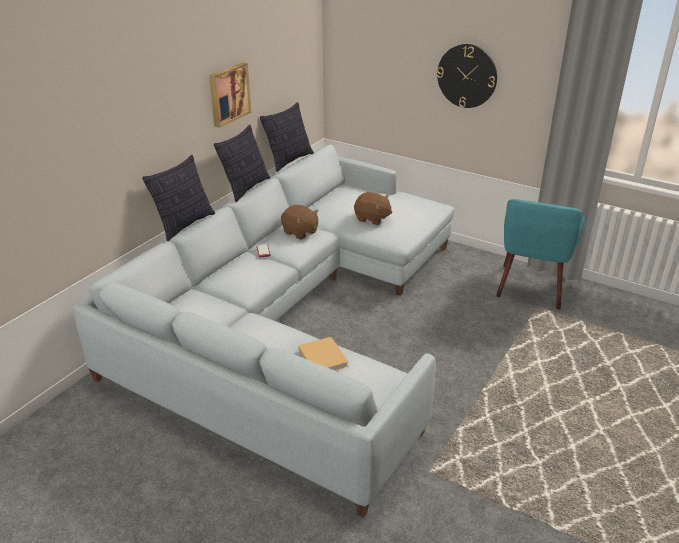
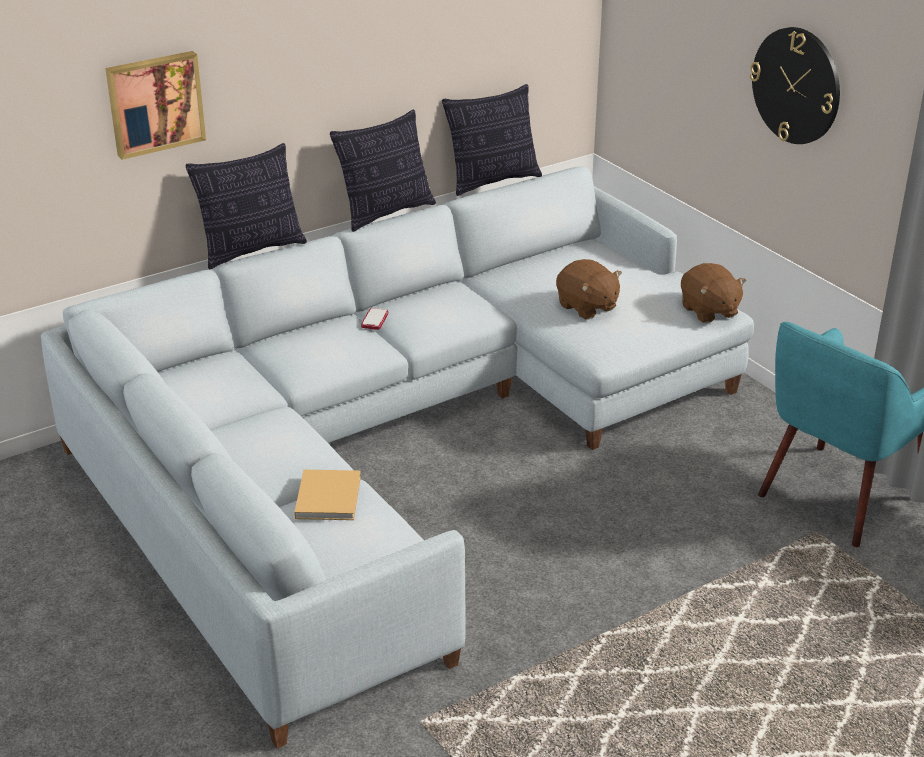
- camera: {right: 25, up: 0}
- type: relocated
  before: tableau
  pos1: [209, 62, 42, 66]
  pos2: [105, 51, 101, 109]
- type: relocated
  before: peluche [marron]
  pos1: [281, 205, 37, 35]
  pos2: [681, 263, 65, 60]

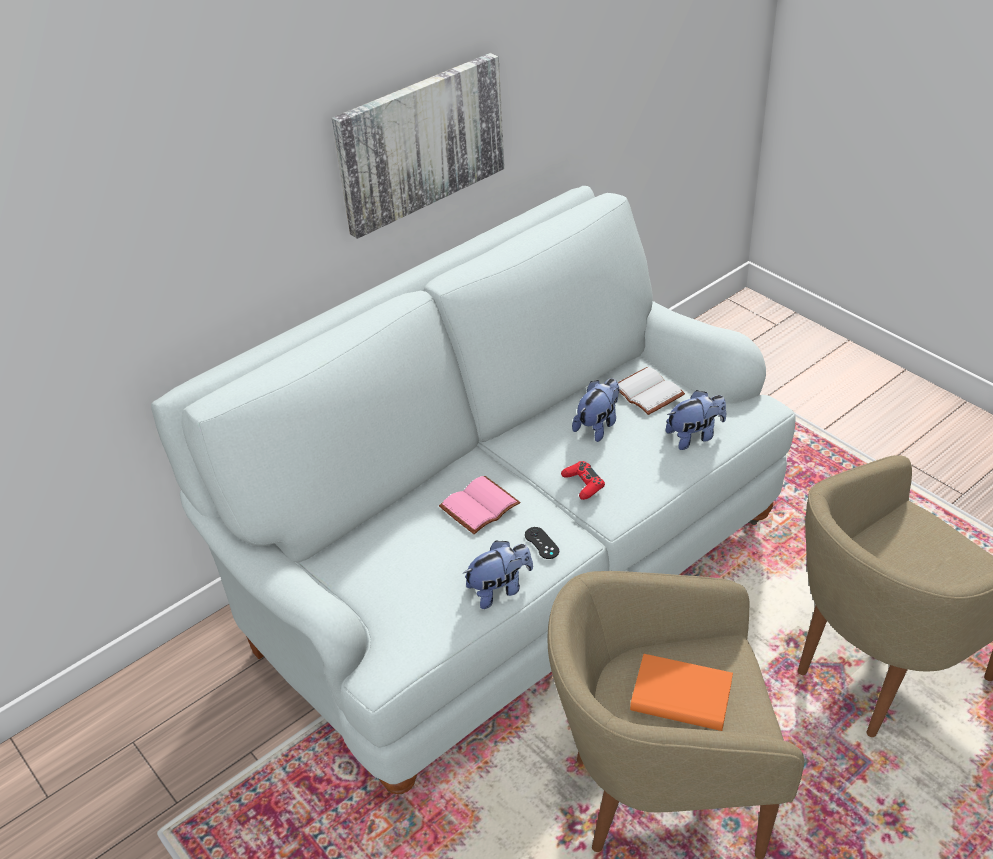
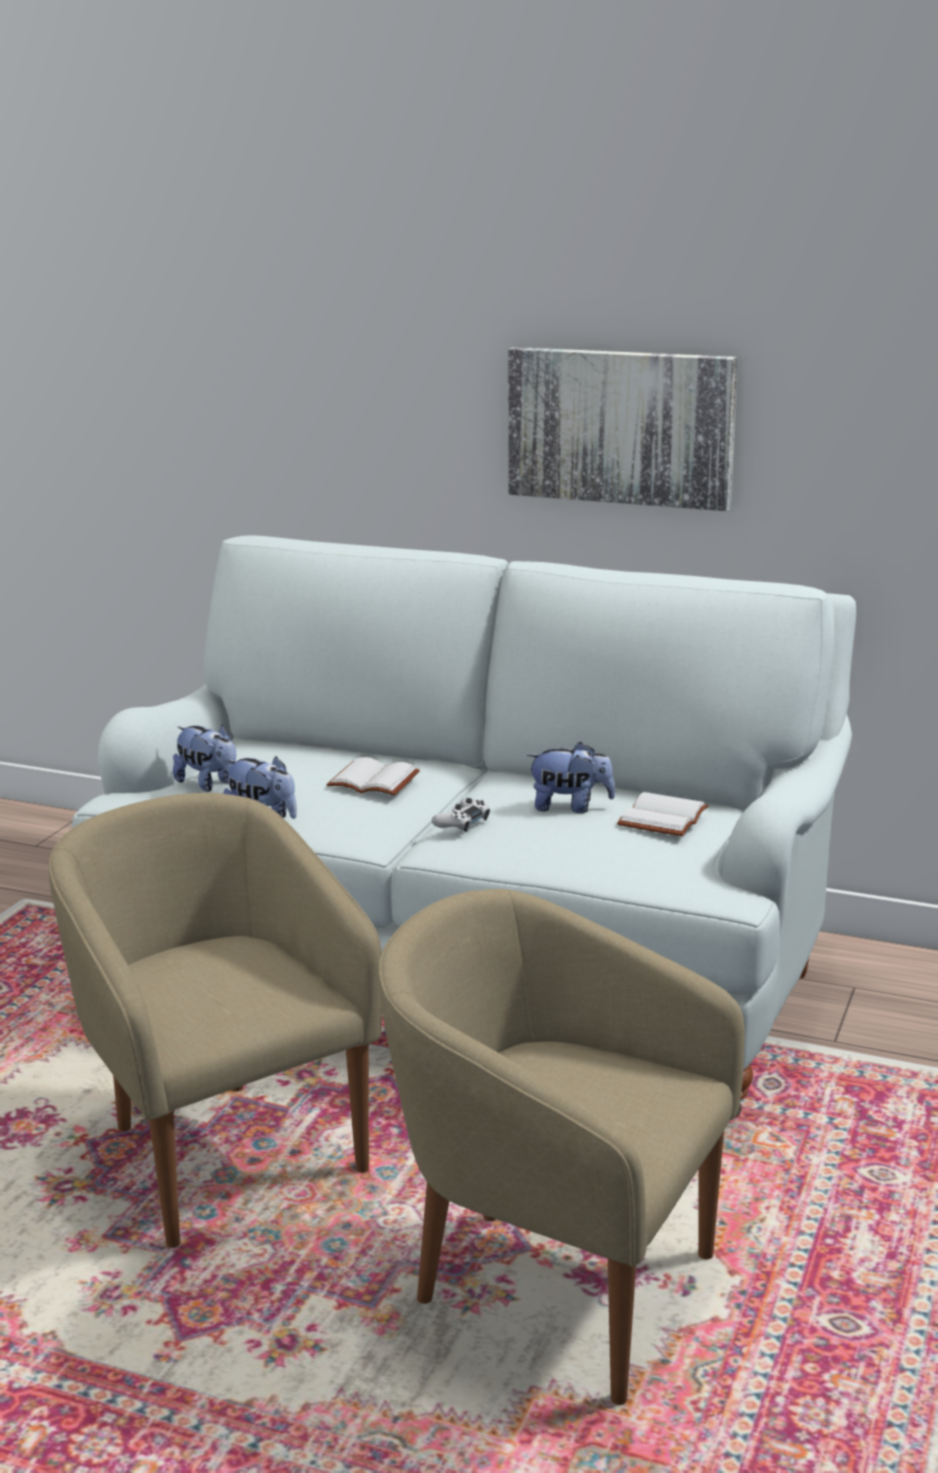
- camera: {right: 60, up: -20}
- type: colour
  before: livre [rose]
  after: livre [blanc]
  pos1: [439, 476, 82, 58]
  pos2: [326, 757, 94, 39]
- type: missing
  before: manette [noir]
  pos1: [525, 527, 34, 32]
- type: colour
  before: manette [rouge]
  after: manette [blanc]
  pos1: [561, 461, 44, 39]
  pos2: [432, 798, 58, 34]
- type: missing
  before: livre [orange]
  pos1: [630, 654, 103, 77]
- type: relocated
  before: peluche
  pos1: [666, 390, 60, 60]
  pos2: [173, 725, 63, 67]

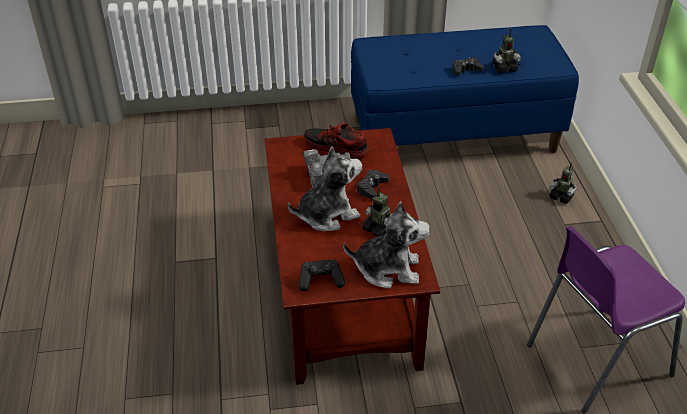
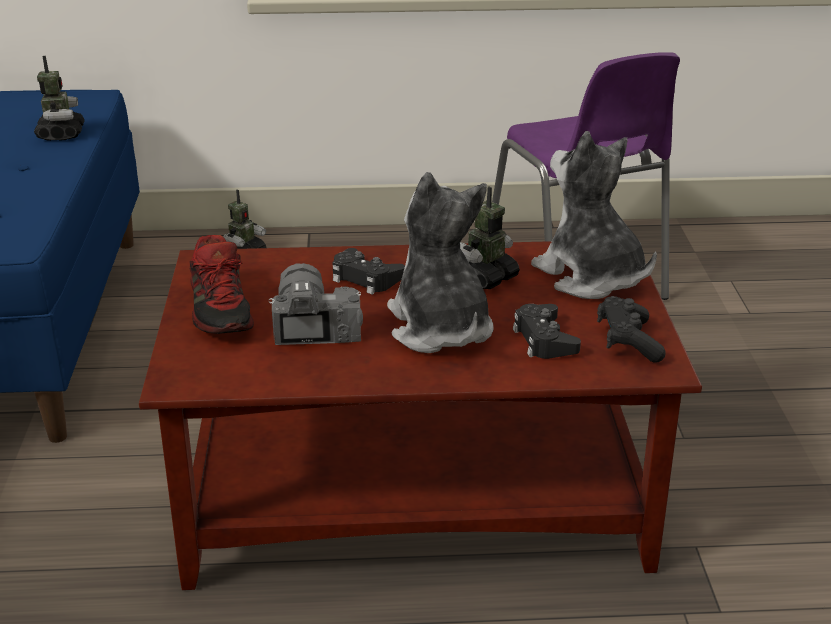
- camera: {right: -85, up: -10}
- type: spun
  before: chaussure
  pos1: [304, 123, 65, 36]
  pos2: [189, 235, 65, 99]
  turn: -45
- type: spun
  before: peluche
  pos1: [343, 201, 87, 88]
  pos2: [531, 131, 126, 168]
  turn: -45
- type: relocated
  before: manette [noir]
  pos1: [452, 57, 32, 19]
  pos2: [513, 304, 68, 55]

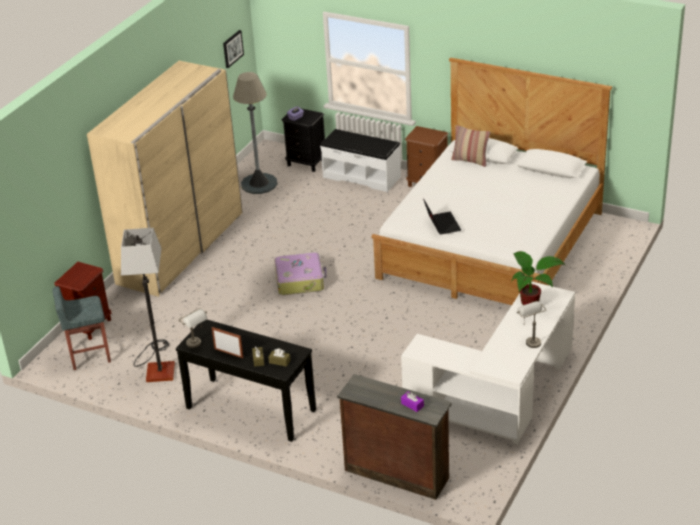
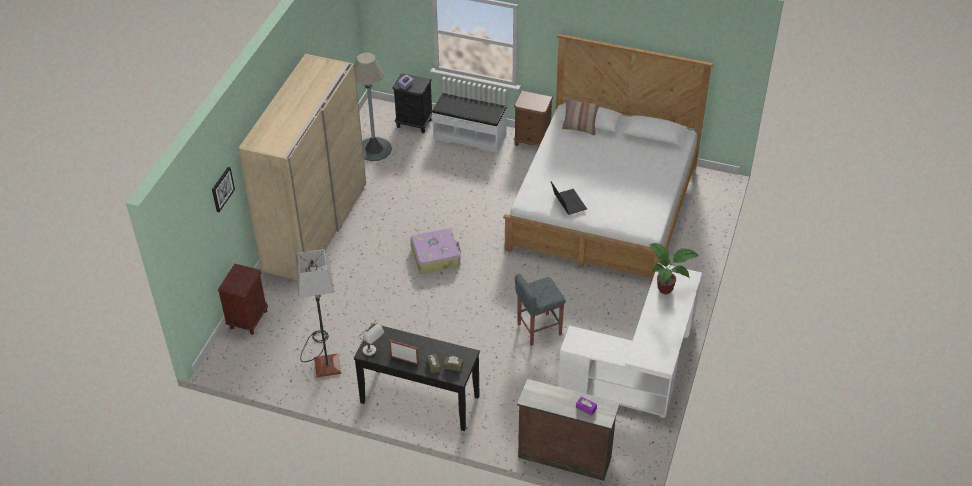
- camera: {right: -10, up: 10}
- type: relocated
  before: tabouret [gris]
  pos1: [52, 286, 59, 84]
  pos2: [515, 274, 51, 72]
- type: relocated
  before: tableau
  pos1: [223, 30, 21, 38]
  pos2: [212, 167, 23, 45]
- type: missing
  before: lampe de table [gris]
  pos1: [517, 301, 29, 47]

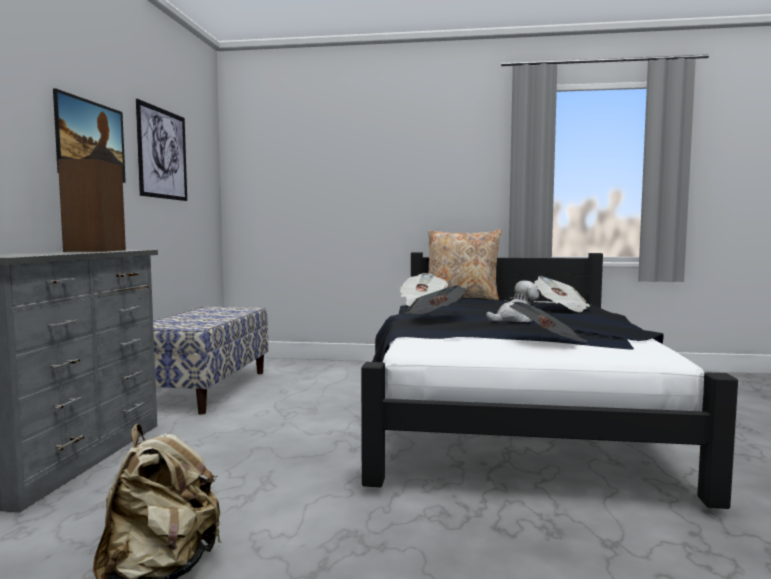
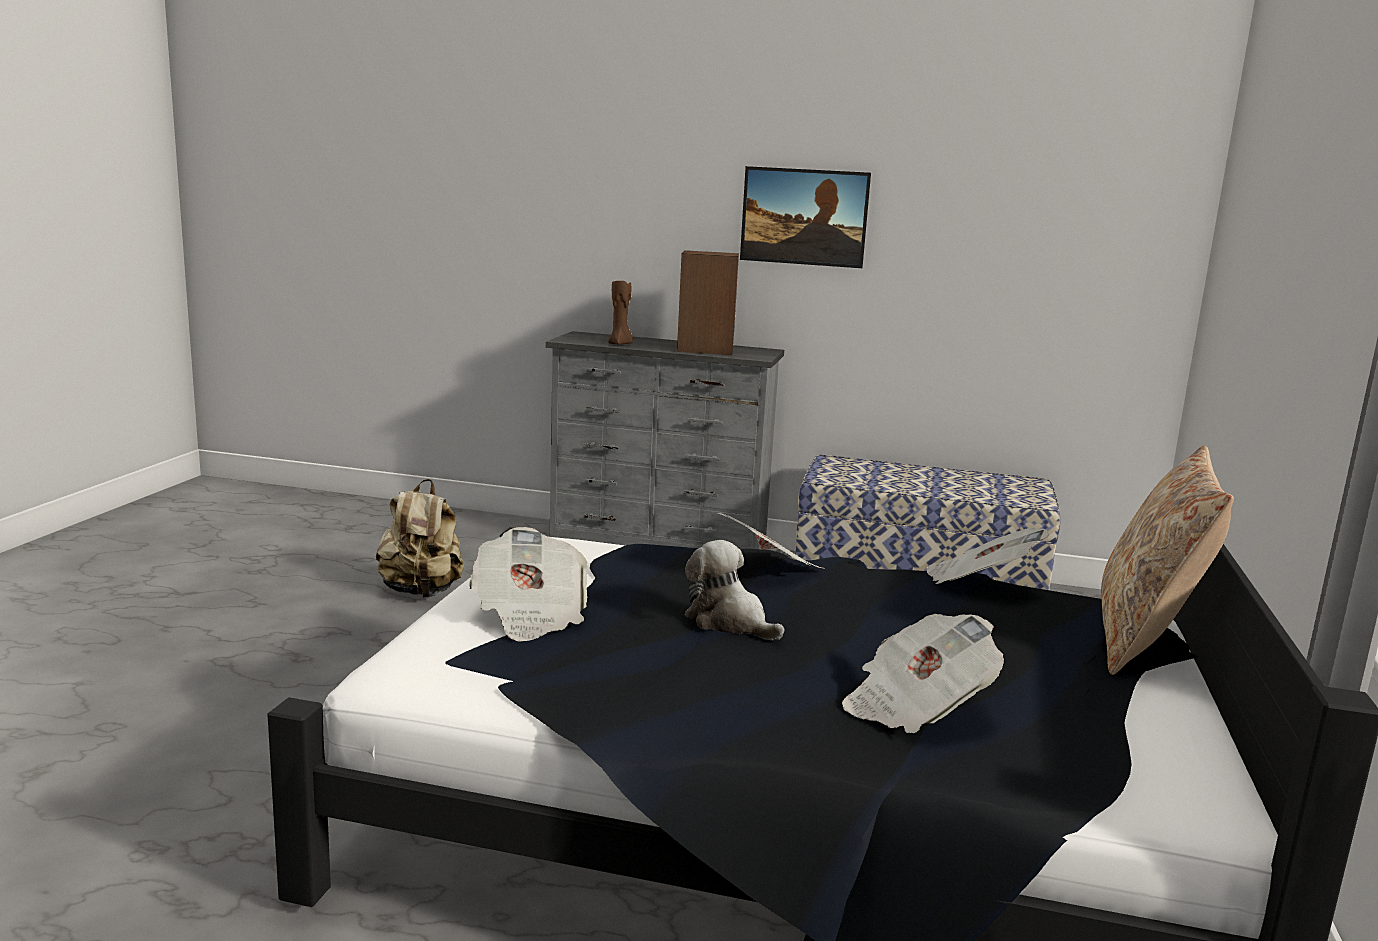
- camera: {right: 95, up: 10}
- type: missing
  before: tableau
  pos1: [136, 99, 51, 102]
- type: spun
  before: peluche
  pos1: [486, 281, 53, 41]
  pos2: [685, 540, 99, 100]
  turn: 150
- type: appeared
  after: bougie [marron]
  pos2: [608, 281, 25, 64]

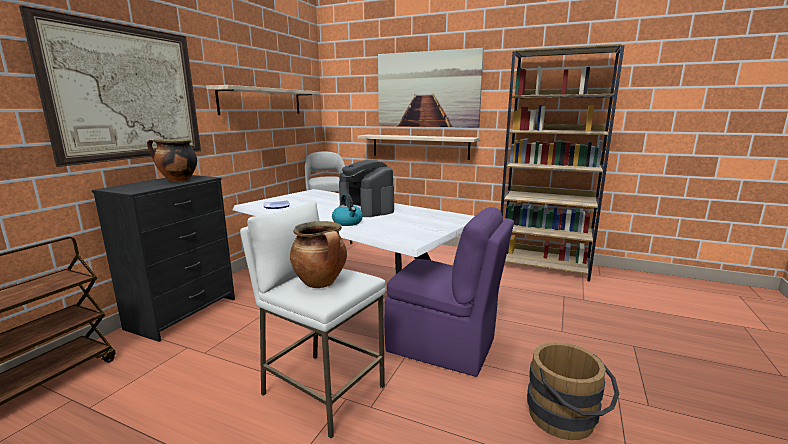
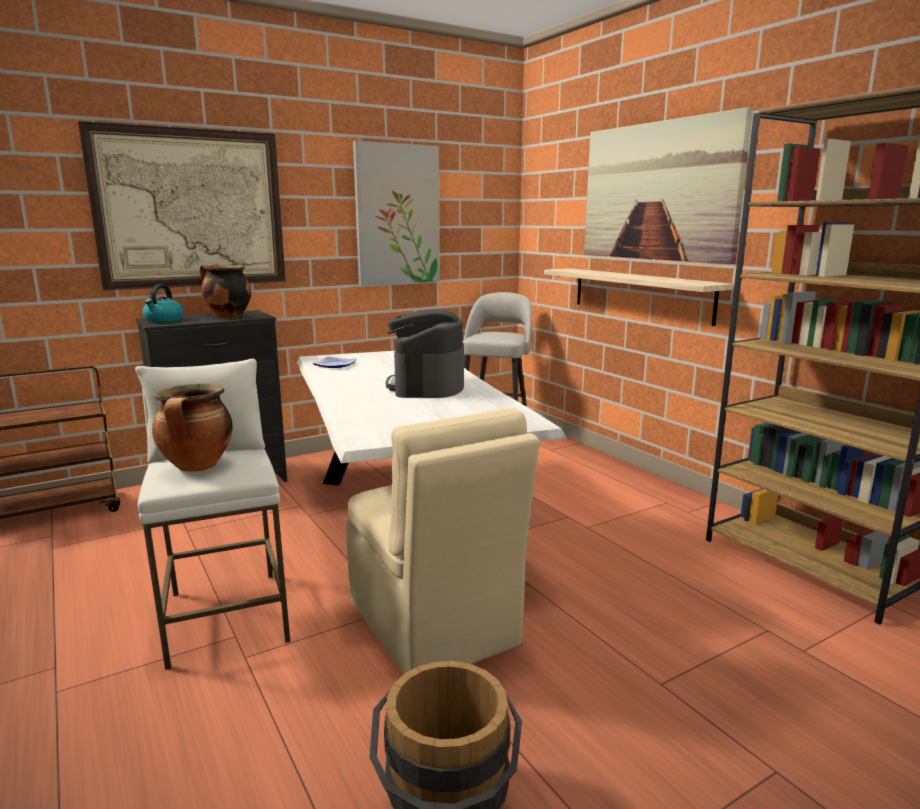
- camera: {right: 35, up: 0}
- type: exchanged
  before: étagère
  after: tableau
  pos1: [206, 85, 114, 30]
  pos2: [353, 141, 87, 145]
- type: relocated
  before: bouilloire
  pos1: [332, 194, 31, 32]
  pos2: [142, 284, 41, 39]
- type: colour
  before: chaise [violet]
  after: chaise [beige]
  pos1: [384, 207, 130, 170]
  pos2: [346, 408, 194, 266]

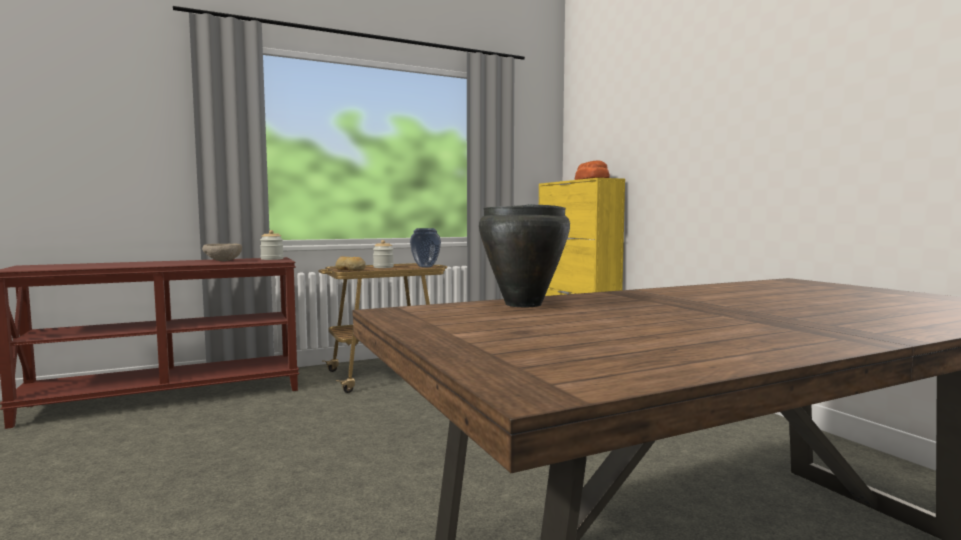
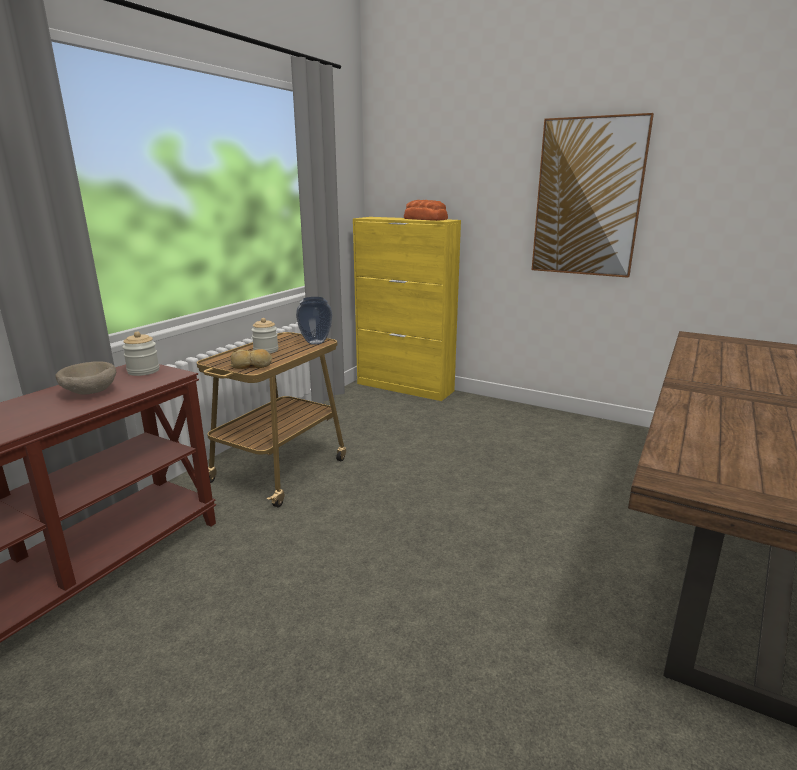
- camera: {right: -35, up: 15}
- type: missing
  before: marmite [noir]
  pos1: [479, 204, 91, 103]
- type: appeared
  after: tableau
  pos2: [532, 113, 122, 165]

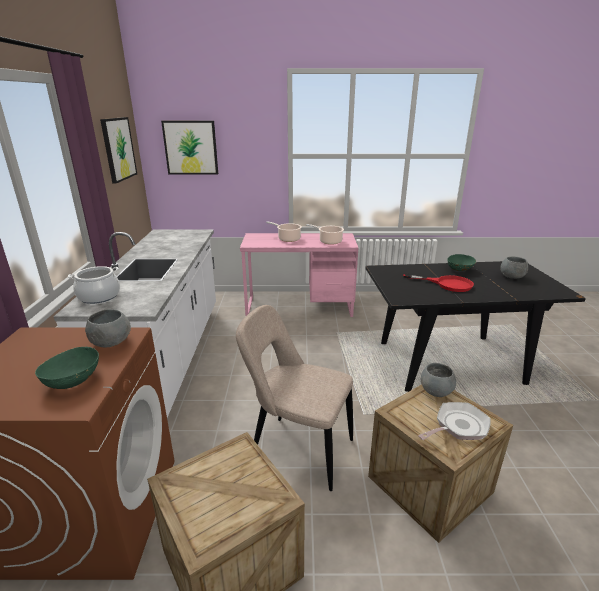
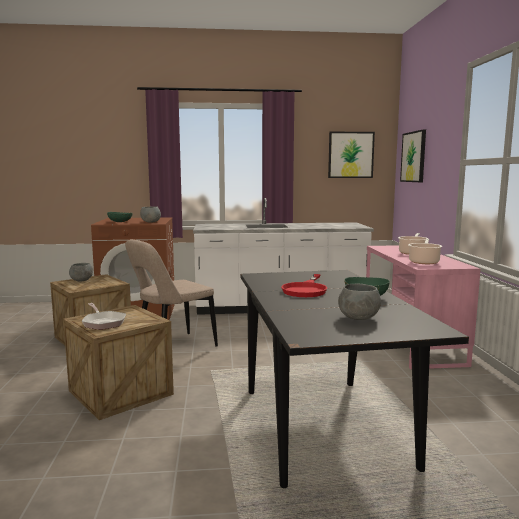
- camera: {right: 85, up: -15}
- type: missing
  before: marmite
  pos1: [68, 266, 52, 38]
- type: spun
  before: chaise [beige]
  pos1: [236, 305, 117, 186]
  pos2: [125, 239, 93, 108]
  turn: -150
- type: relocated
  before: bol [gris]
  pos1: [421, 363, 35, 34]
  pos2: [69, 263, 24, 18]

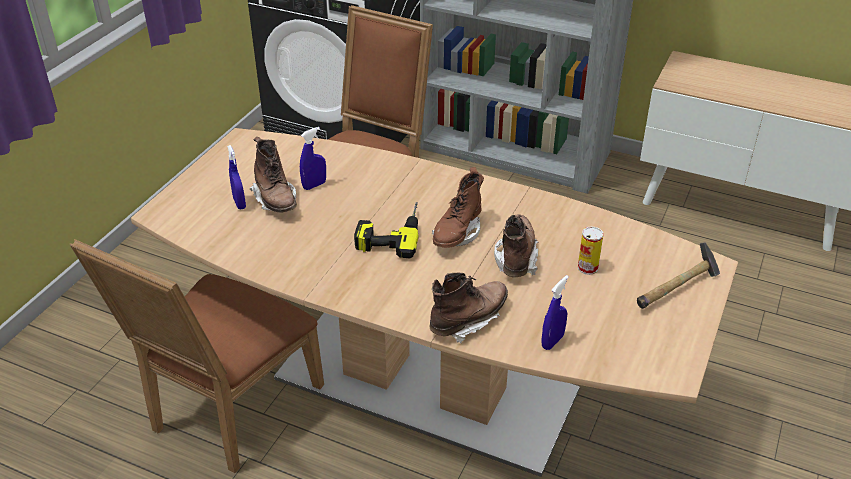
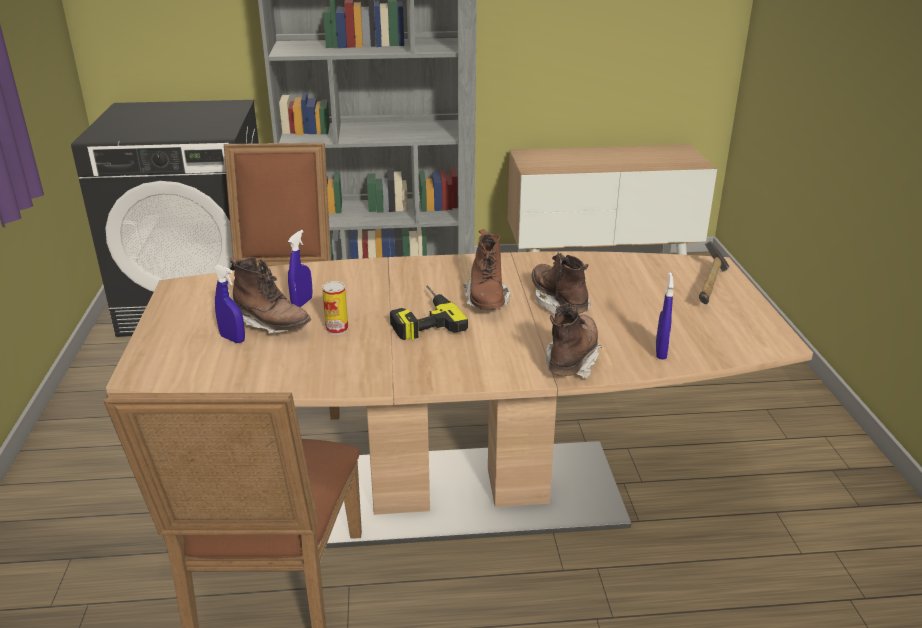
- camera: {right: -30, up: -10}
- type: relocated
  before: boîte métallique
  pos1: [578, 226, 26, 49]
  pos2: [322, 281, 27, 54]

